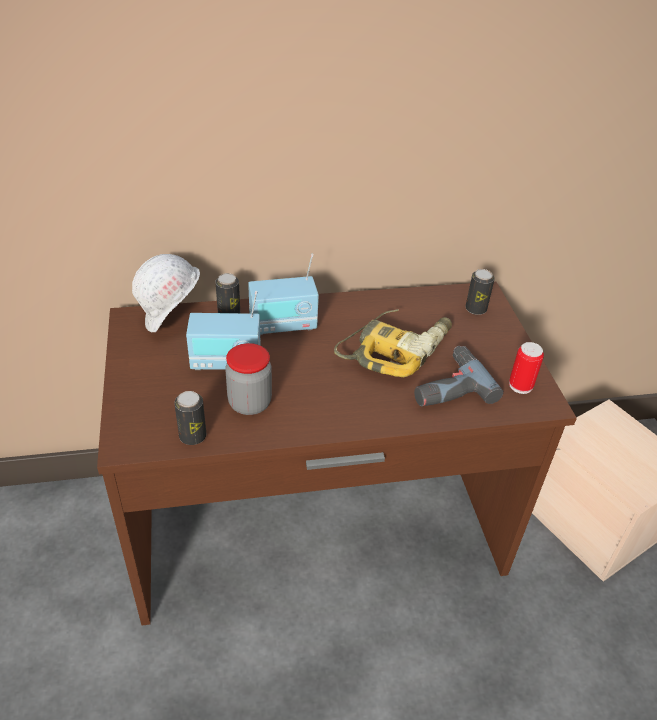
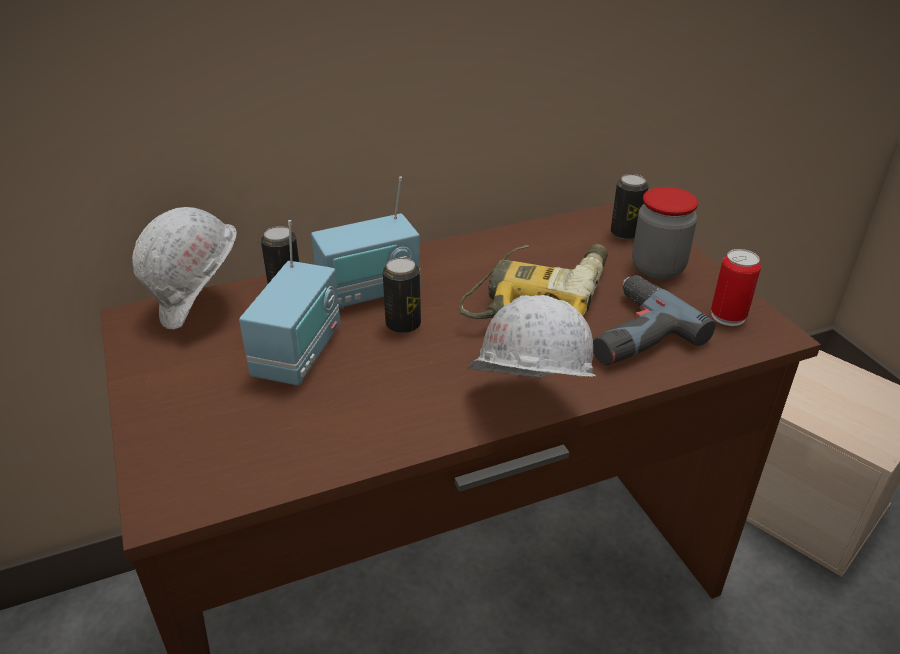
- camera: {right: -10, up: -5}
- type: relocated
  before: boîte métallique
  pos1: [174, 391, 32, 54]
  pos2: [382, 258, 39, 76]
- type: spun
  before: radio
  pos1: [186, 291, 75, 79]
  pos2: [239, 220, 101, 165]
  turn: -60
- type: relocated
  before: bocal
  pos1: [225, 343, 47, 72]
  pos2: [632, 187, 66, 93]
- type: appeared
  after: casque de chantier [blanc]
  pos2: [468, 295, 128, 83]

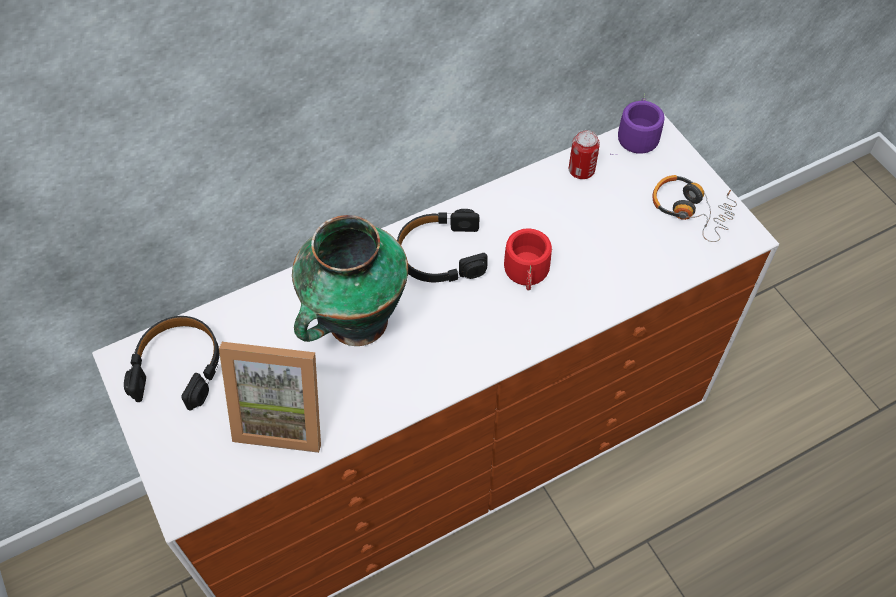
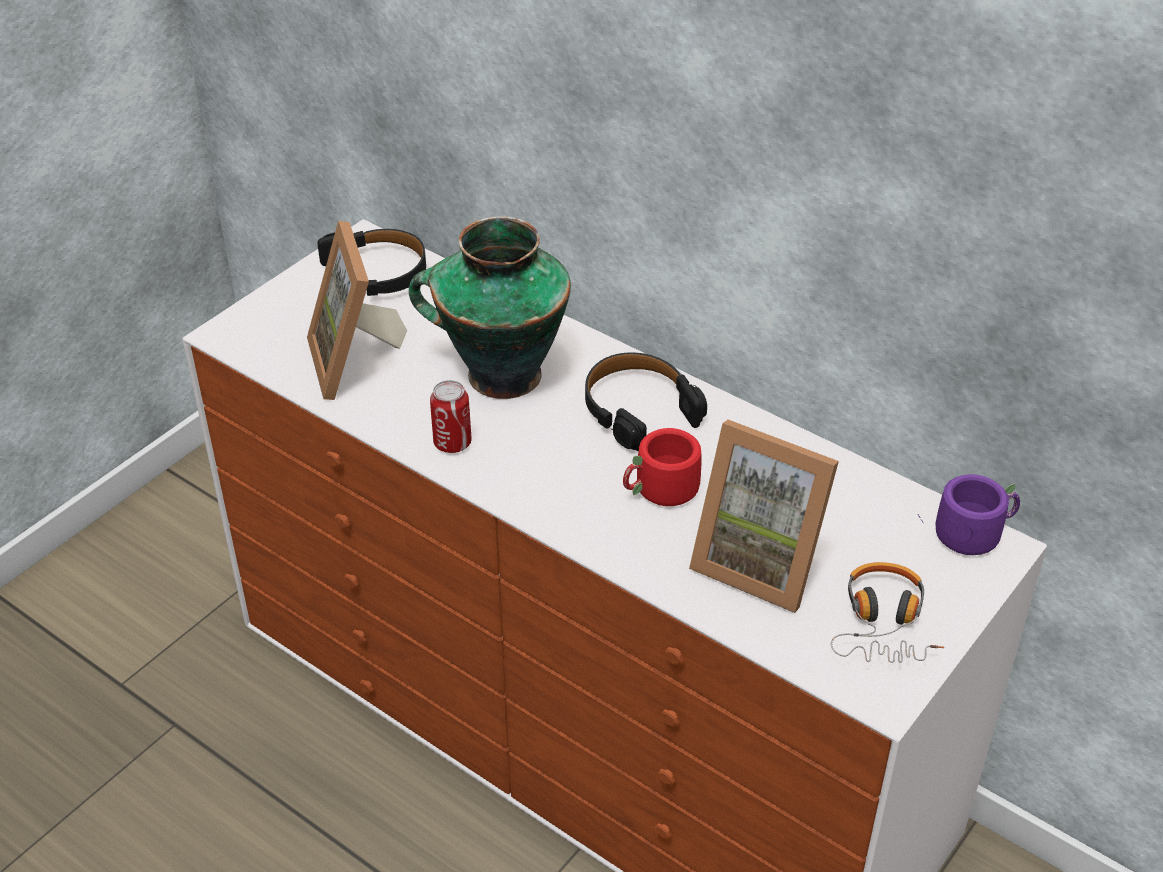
- camera: {right: 65, up: -15}
- type: relocated
  before: boîte métallique
  pos1: [568, 130, 32, 49]
  pos2: [430, 380, 42, 73]
- type: appeared
  after: cadre photo
  pos2: [689, 420, 150, 193]

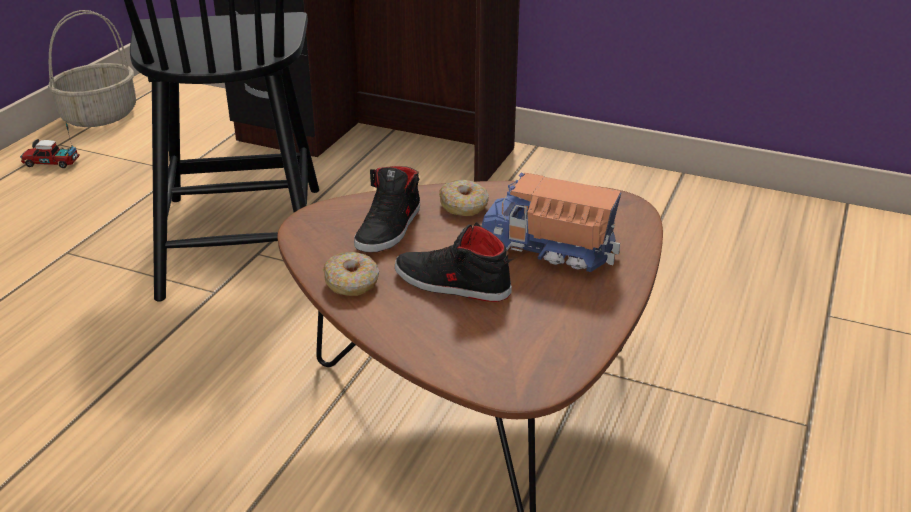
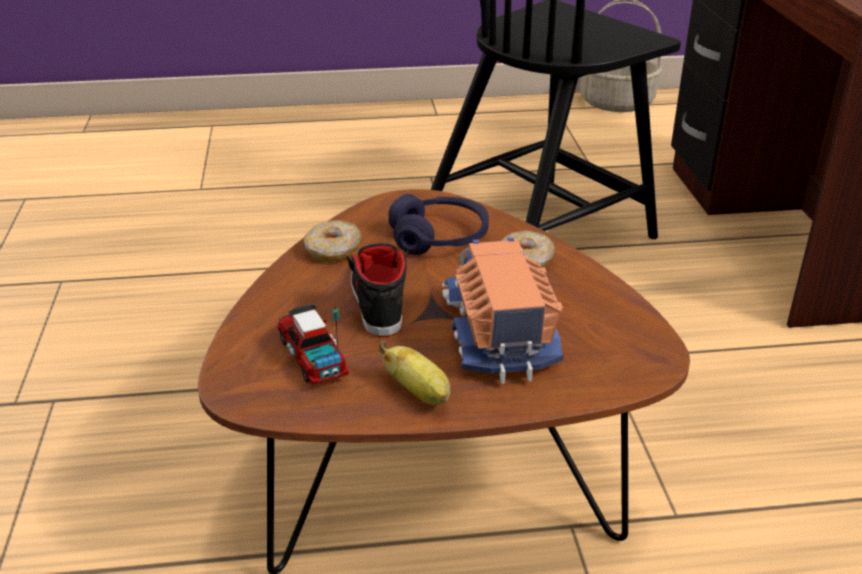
- camera: {right: 60, up: 0}
- type: relocated
  before: camion jouet
  pos1: [20, 121, 60, 47]
  pos2: [277, 303, 72, 82]
- type: exchanged
  before: chaussure [noir]
  after: casque audio [violet]
  pos1: [354, 166, 66, 86]
  pos2: [389, 194, 100, 61]
- type: appeared
  after: banane
  pos2: [379, 340, 72, 65]

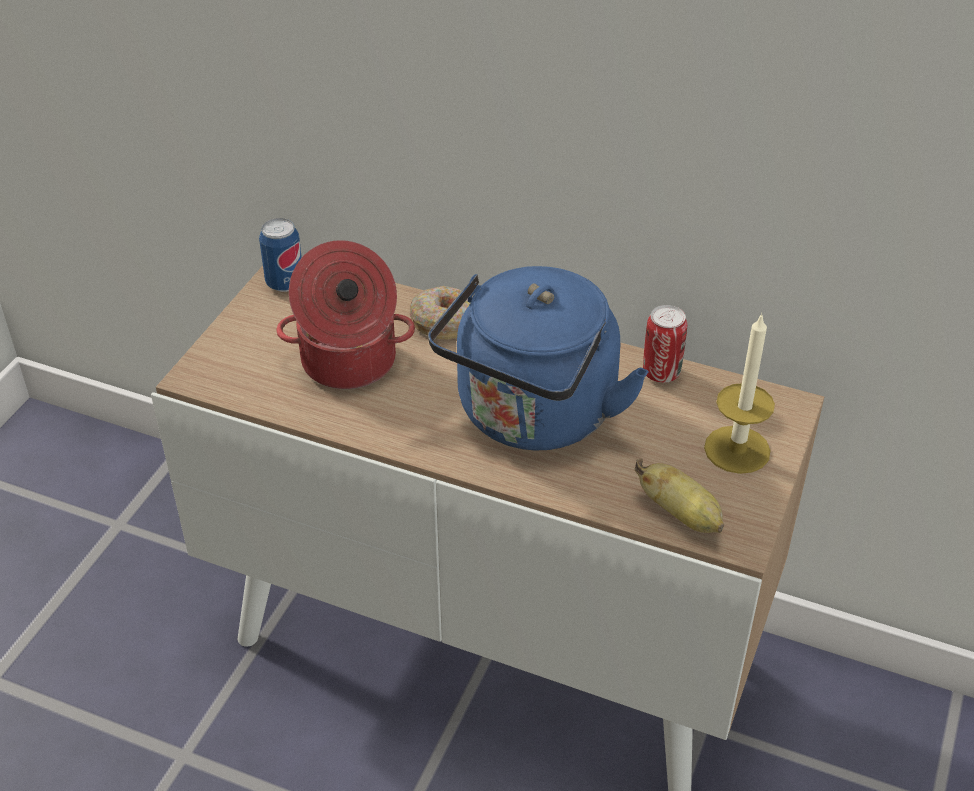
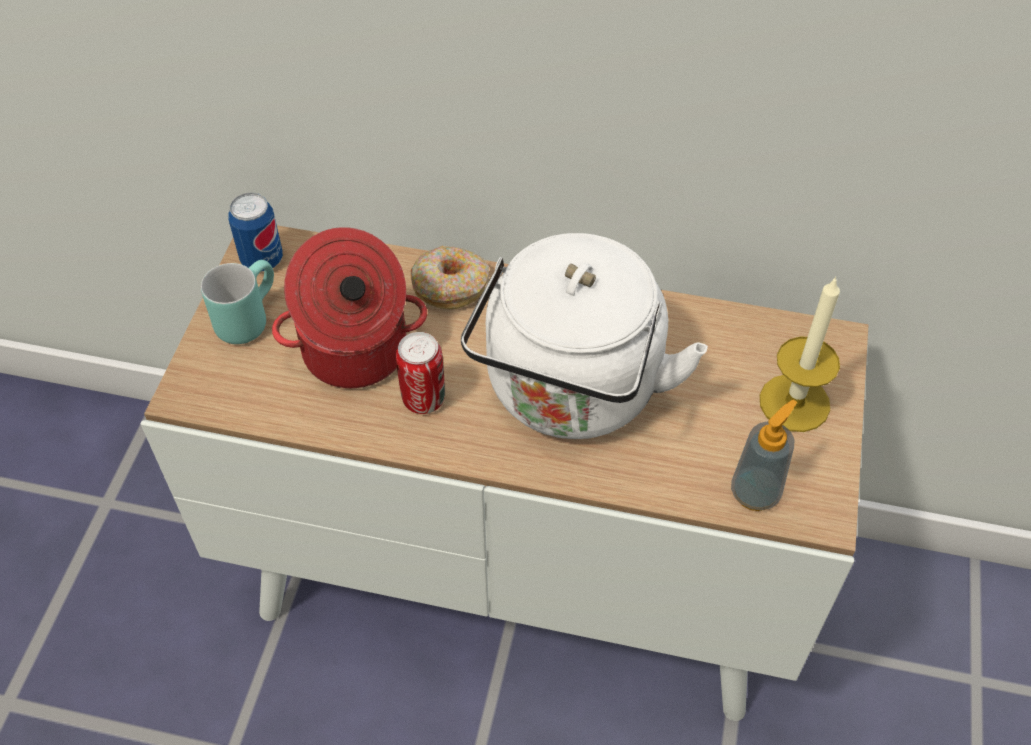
- camera: {right: -10, up: 10}
- type: colour
  before: bouilloire [bleu]
  after: bouilloire [blanc]
  pos1: [428, 266, 221, 185]
  pos2: [461, 233, 247, 206]
- type: exchanged
  before: banane
  after: distributeur de savon
  pos1: [635, 458, 89, 75]
  pos2: [731, 400, 66, 111]
- type: relocated
  before: boîte métallique
  pos1: [643, 305, 44, 78]
  pos2: [396, 332, 49, 82]
- type: appeared
  after: mug [turquoise]
  pos2: [201, 260, 73, 84]

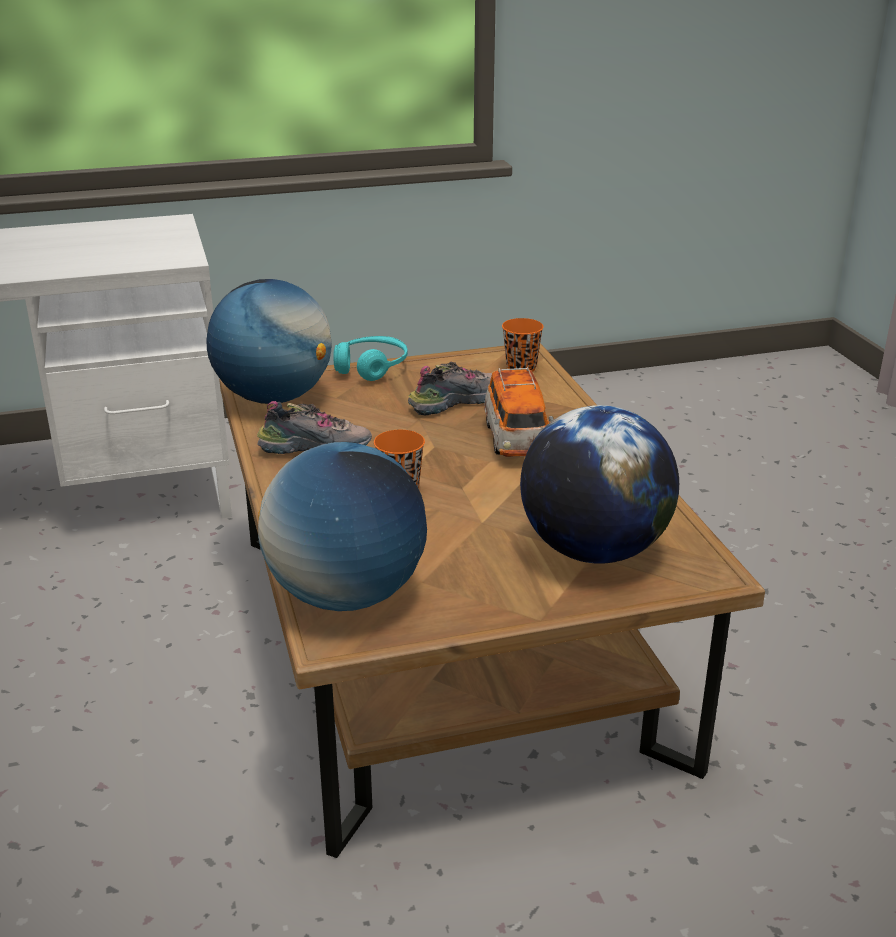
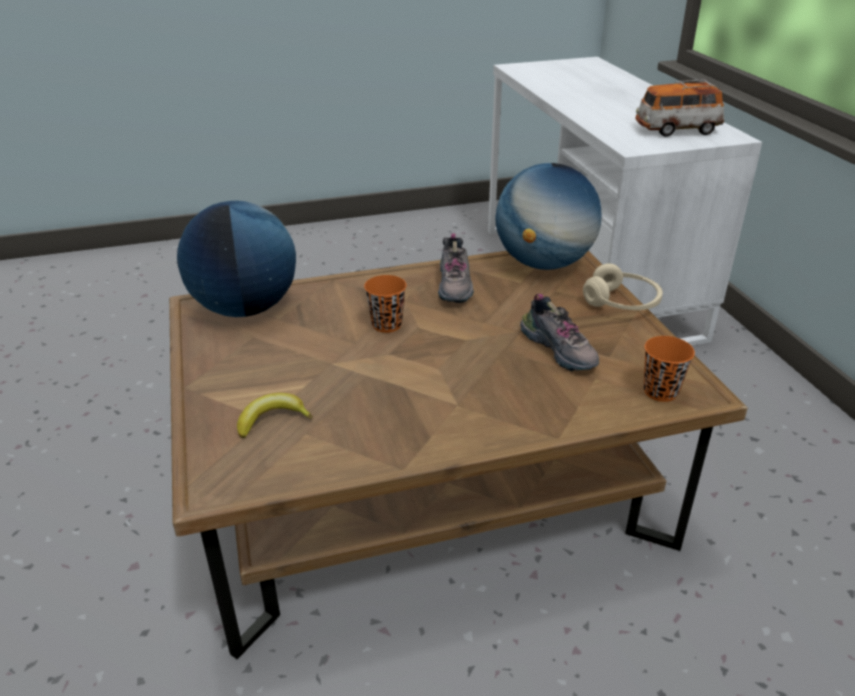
- camera: {right: 90, up: 5}
- type: colour
  before: casque audio [turquoise]
  after: casque audio [beige]
  pos1: [334, 336, 74, 45]
  pos2: [583, 263, 80, 47]
- type: relocated
  before: petite voiture
  pos1: [484, 367, 70, 90]
  pos2: [636, 79, 88, 58]
- type: exchanged
  before: globe
  after: banane
  pos1: [520, 405, 159, 159]
  pos2: [237, 393, 76, 45]

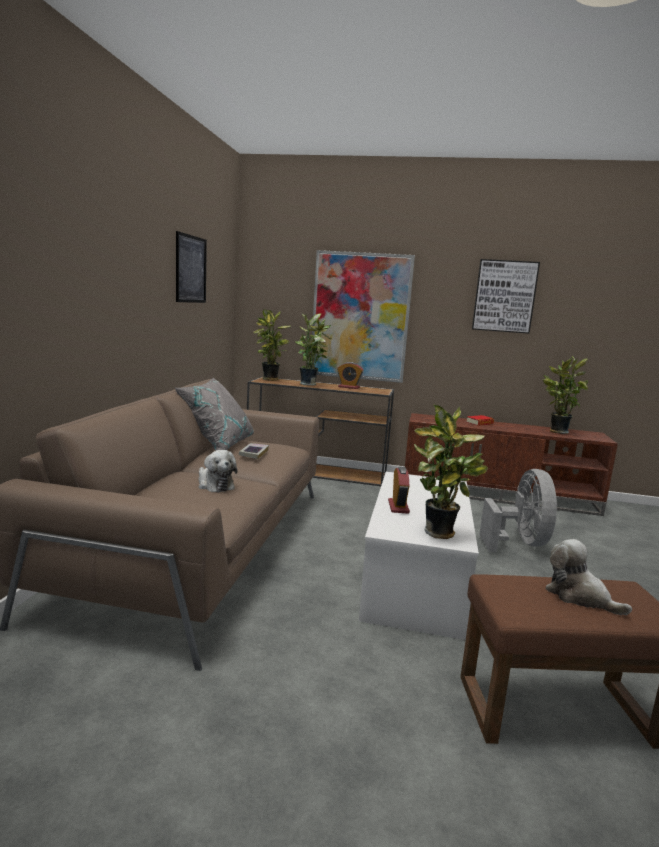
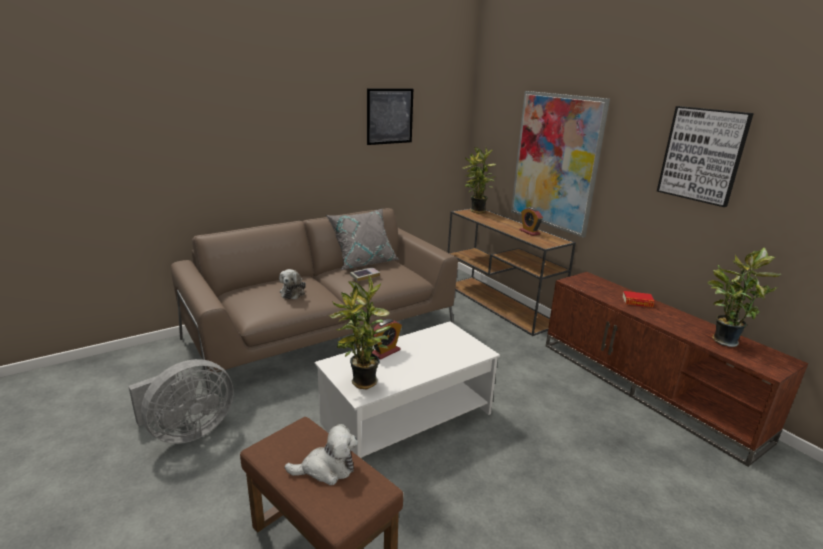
- camera: {right: 45, up: 10}
- type: missing
  before: plante en pot
  pos1: [294, 314, 38, 72]
- type: relocated
  before: ventilateur [gris]
  pos1: [479, 469, 79, 83]
  pos2: [128, 359, 105, 85]
- type: spun
  before: peluche
  pos1: [545, 539, 87, 76]
  pos2: [284, 424, 74, 61]
  turn: 75

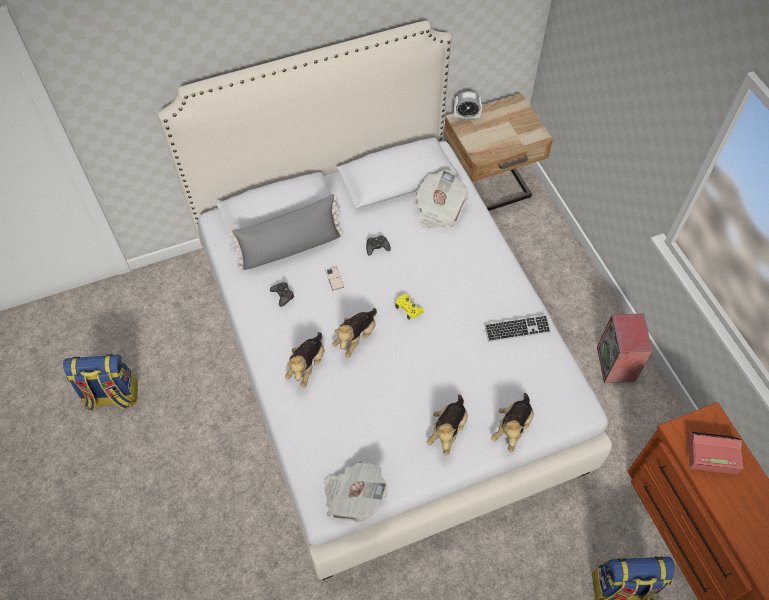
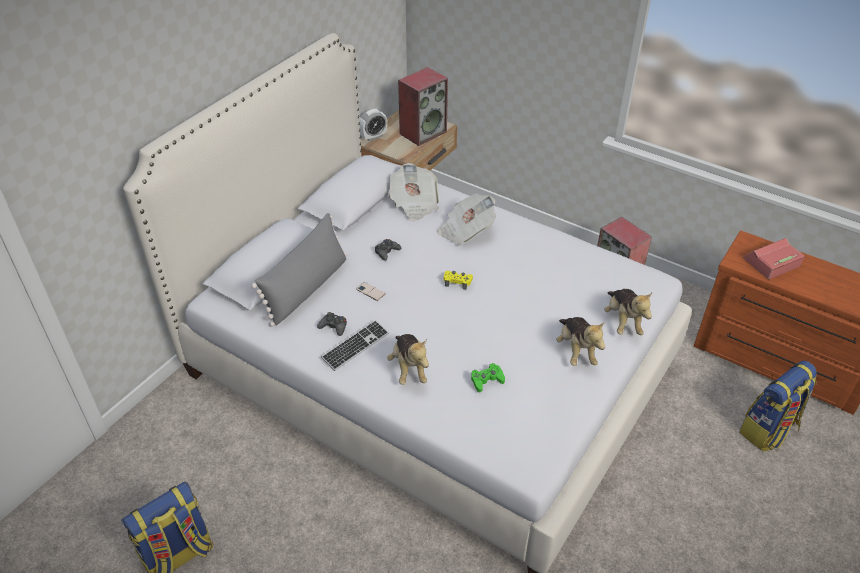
- camera: {right: -35, up: -15}
- type: relocated
  before: journal
  pos1: [324, 461, 63, 61]
  pos2: [437, 193, 59, 53]
- type: missing
  before: peluche
  pos1: [332, 308, 45, 50]
- type: relocated
  before: clavier
  pos1: [484, 315, 67, 27]
  pos2: [321, 320, 68, 51]
- type: appeared
  after: enceinte
  pos2: [398, 67, 50, 79]
- type: appeared
  after: manette [vert]
  pos2: [471, 363, 34, 29]

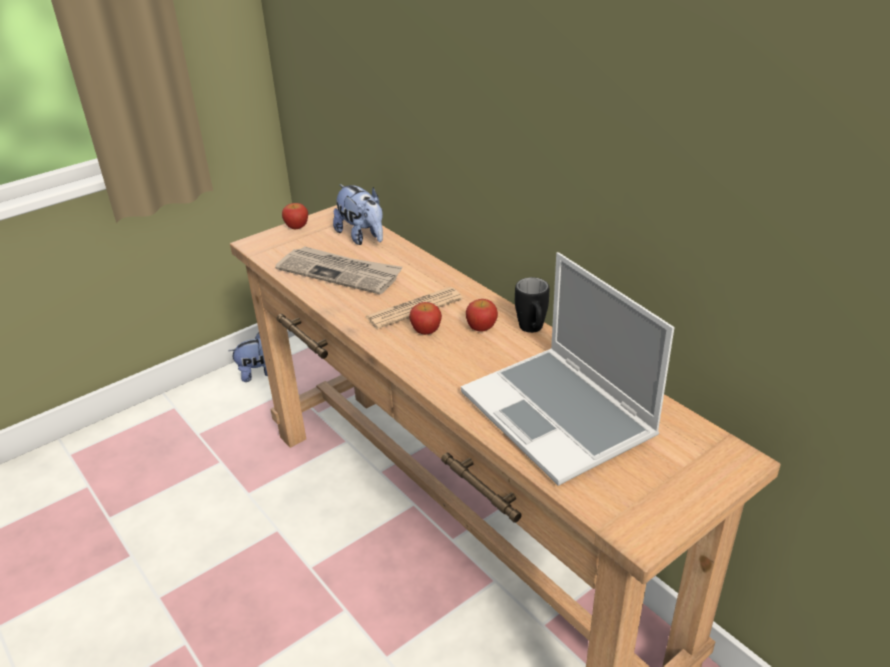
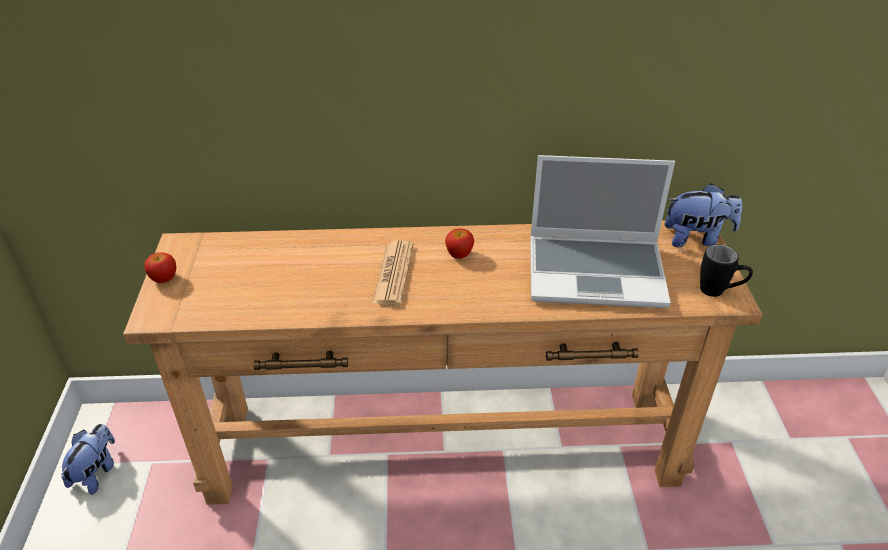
- camera: {right: -55, up: 5}
- type: missing
  before: journal
  pos1: [275, 246, 128, 48]
- type: relocated
  before: peluche
  pos1: [333, 184, 50, 61]
  pos2: [664, 183, 78, 64]
- type: missing
  before: pomme
  pos1: [409, 302, 33, 33]
- type: relocated
  before: mug [noir]
  pos1: [515, 277, 34, 56]
  pos2: [700, 244, 53, 53]

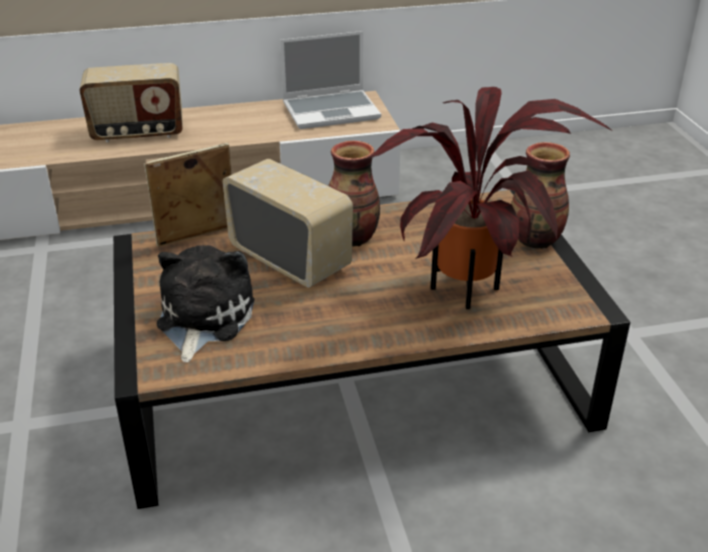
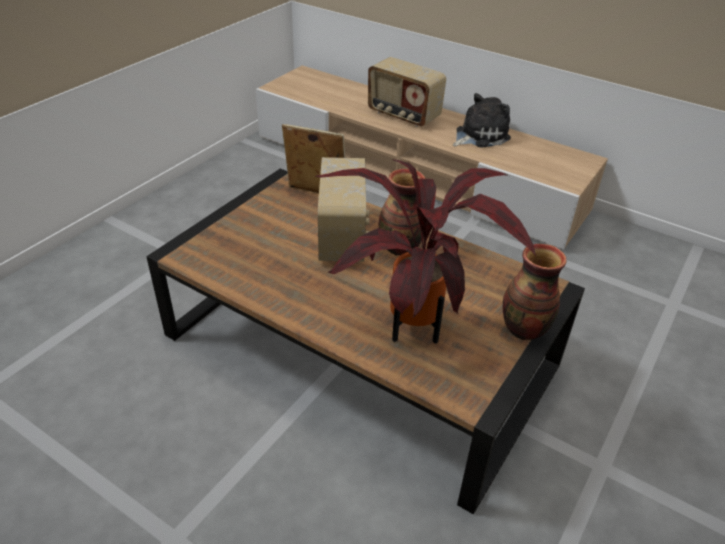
- camera: {right: 45, up: 5}
- type: relocated
  before: peluche
  pos1: [157, 245, 98, 118]
  pos2: [453, 93, 58, 55]
- type: missing
  before: ordinateur portable
  pos1: [280, 31, 101, 98]

